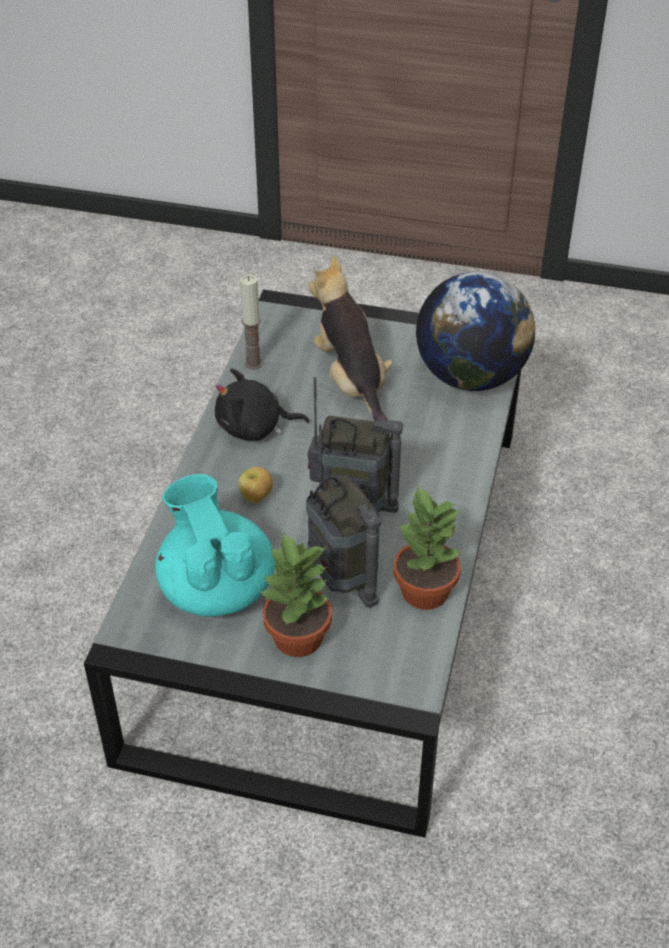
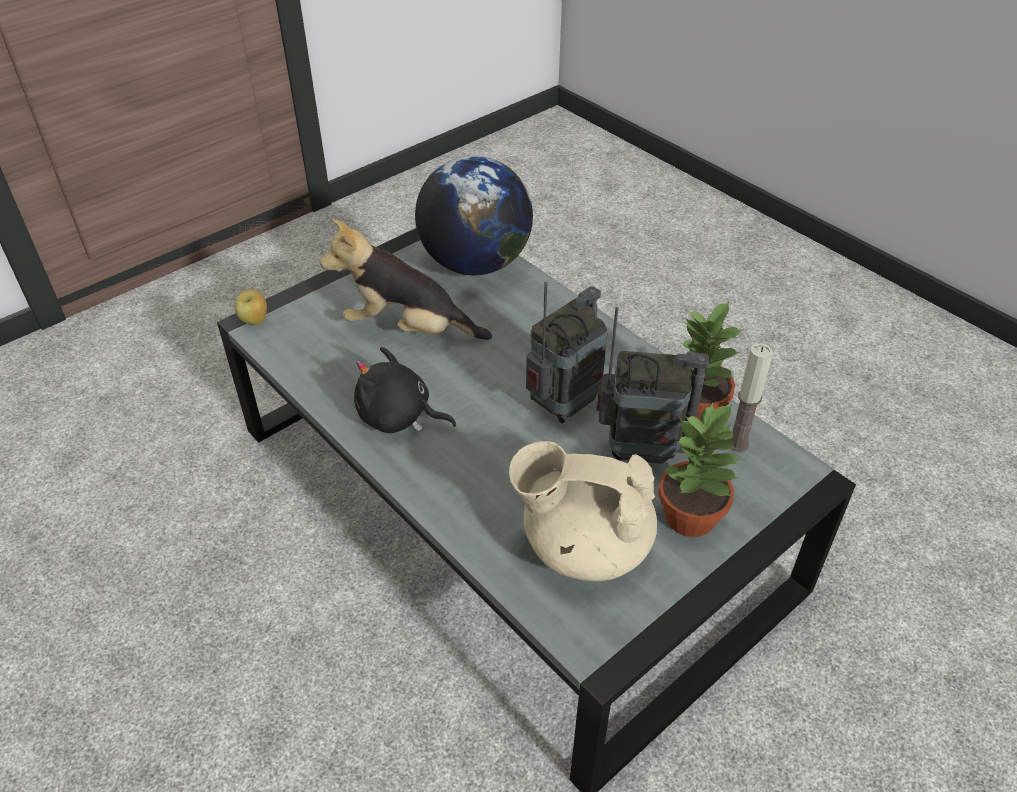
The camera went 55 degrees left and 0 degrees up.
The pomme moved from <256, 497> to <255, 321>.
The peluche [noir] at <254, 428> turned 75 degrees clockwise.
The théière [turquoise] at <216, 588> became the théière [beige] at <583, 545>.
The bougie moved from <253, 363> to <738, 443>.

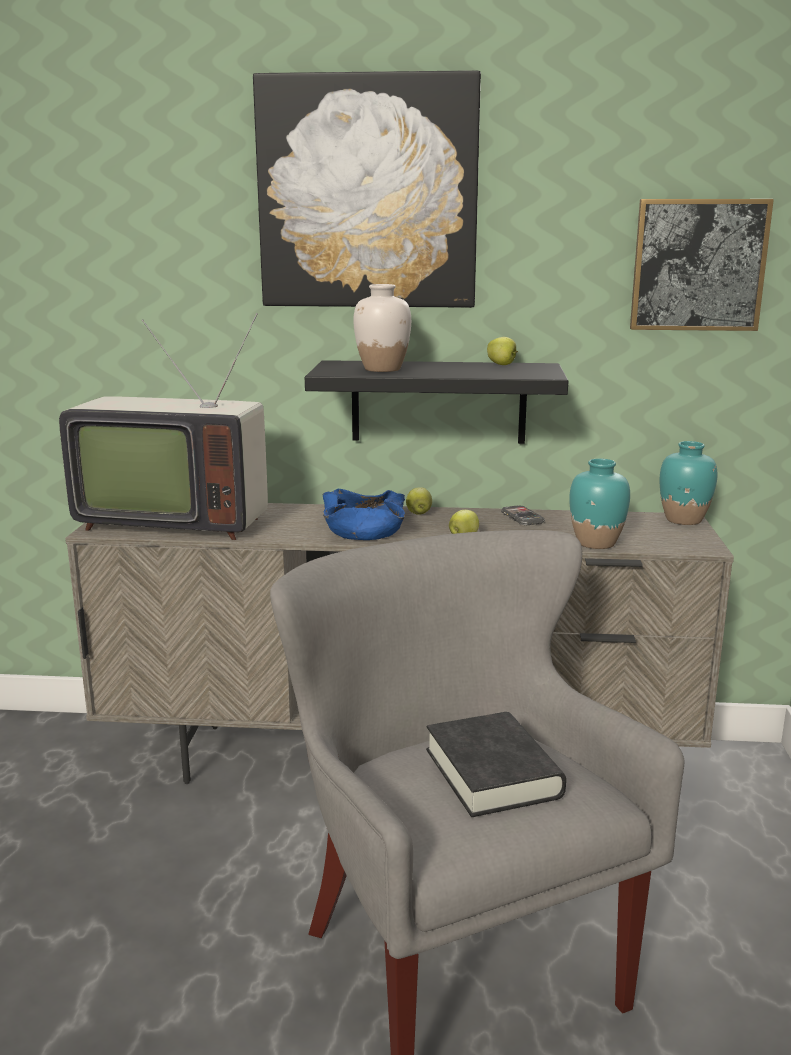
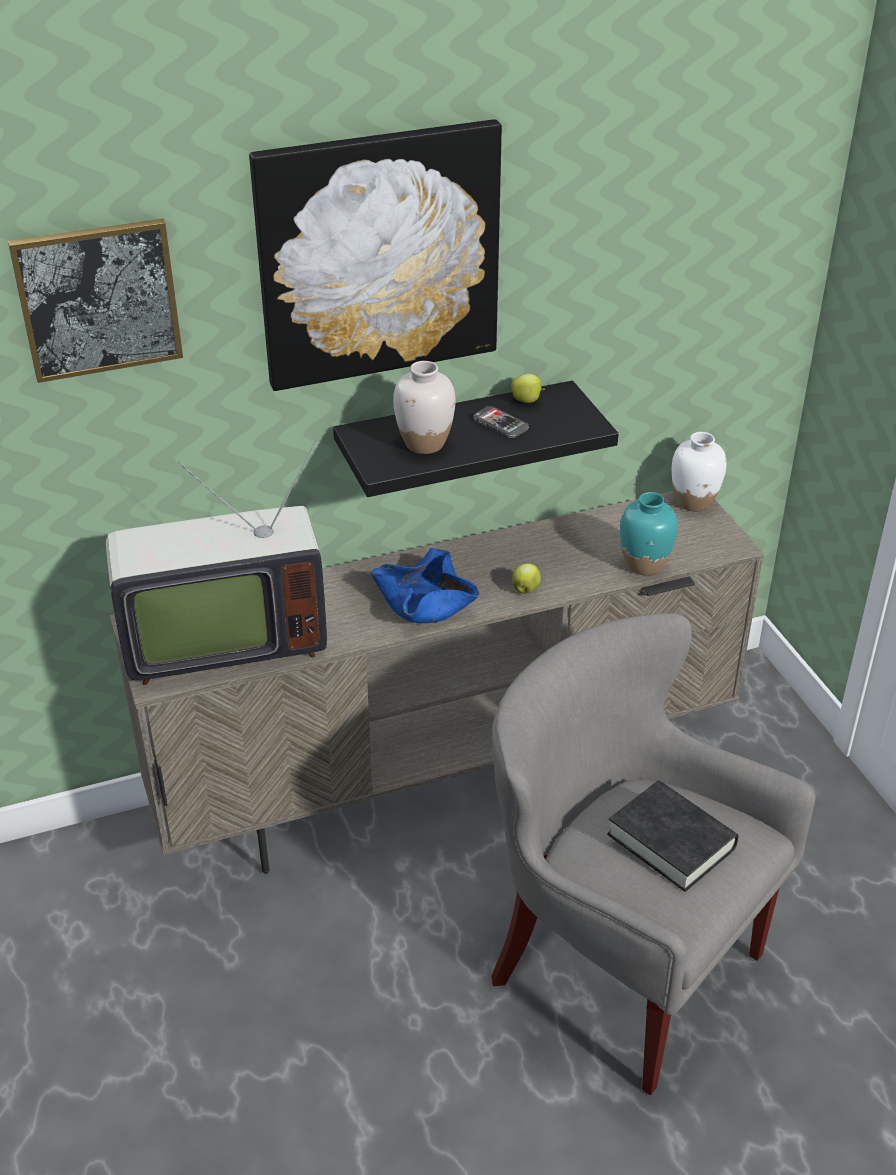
The camera went 25 degrees left and 20 degrees up.
The tableau moved from <698, 265> to <98, 299>.
The téléphone moved from <522, 517> to <500, 424>.
The vase [turquoise] at <684, 520> became the vase [blanc] at <694, 502>.
The pomme at <419, 513> disappeared.

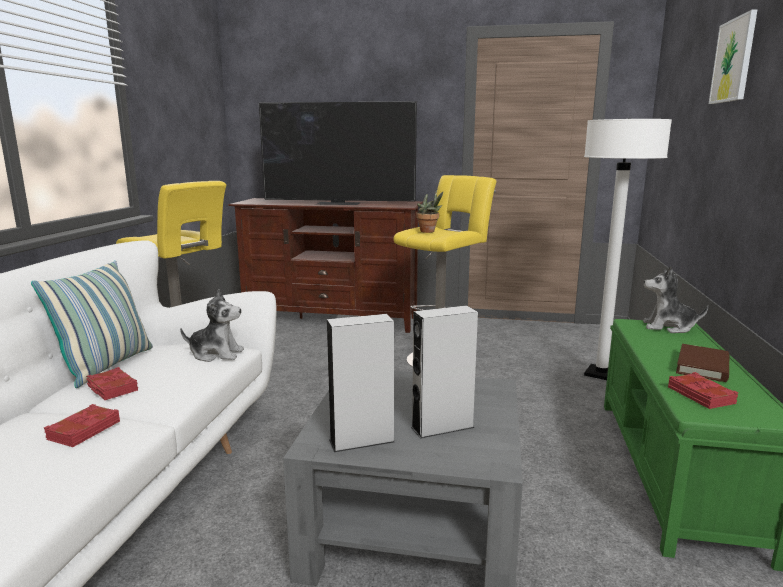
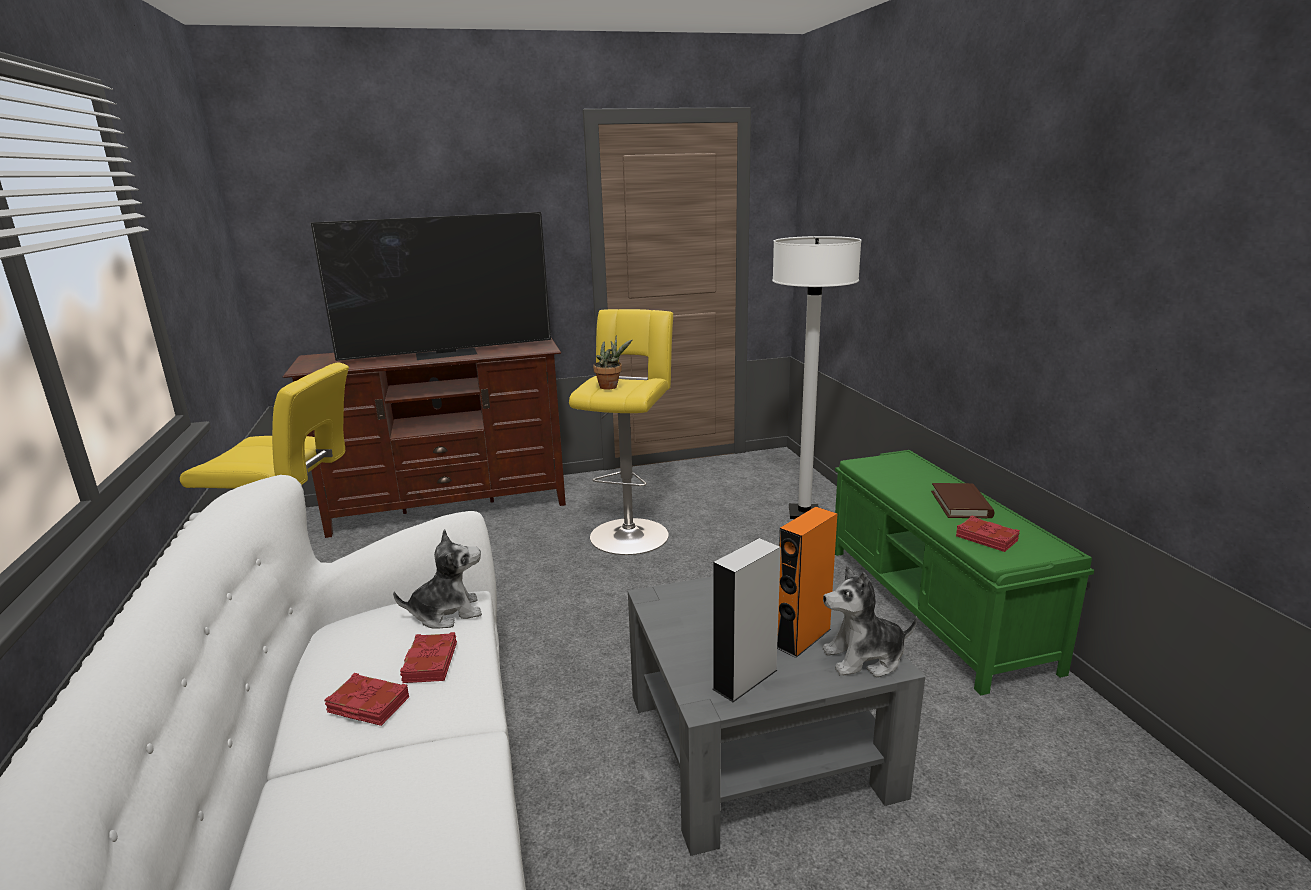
The camera went 25 degrees left and 5 degrees up.
The livre [rouge] moved from <83, 430> to <429, 663>.
The enceinte [gris] at <442, 427> became the enceinte [orange] at <803, 638>.
The peluche moved from <668, 327> to <864, 658>.
The coussin at <107, 366> disappeared.
The tableau at <733, 60> disappeared.

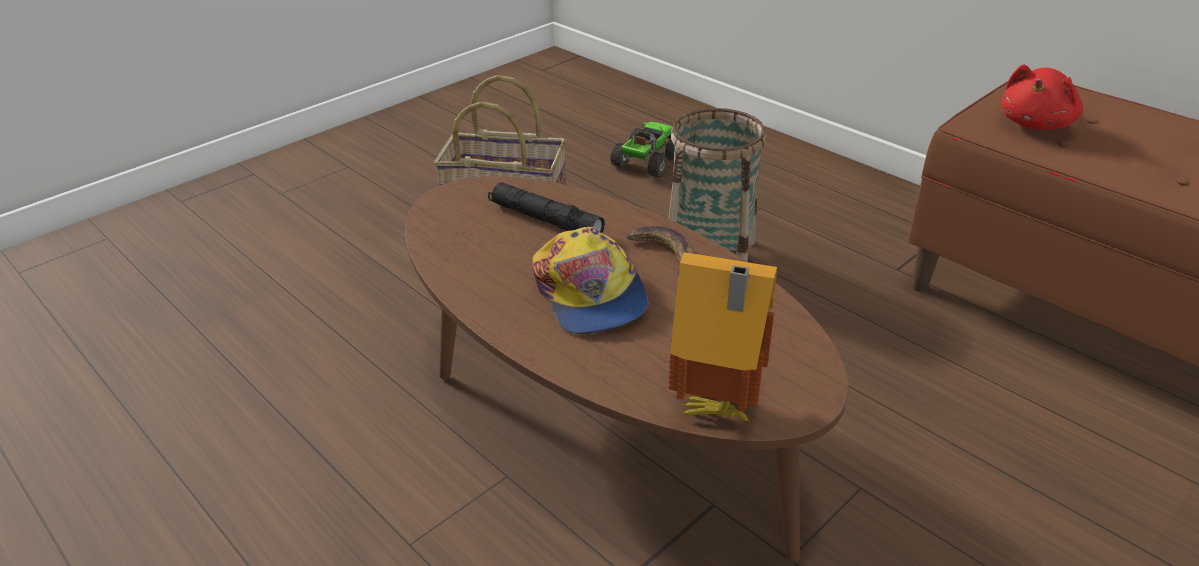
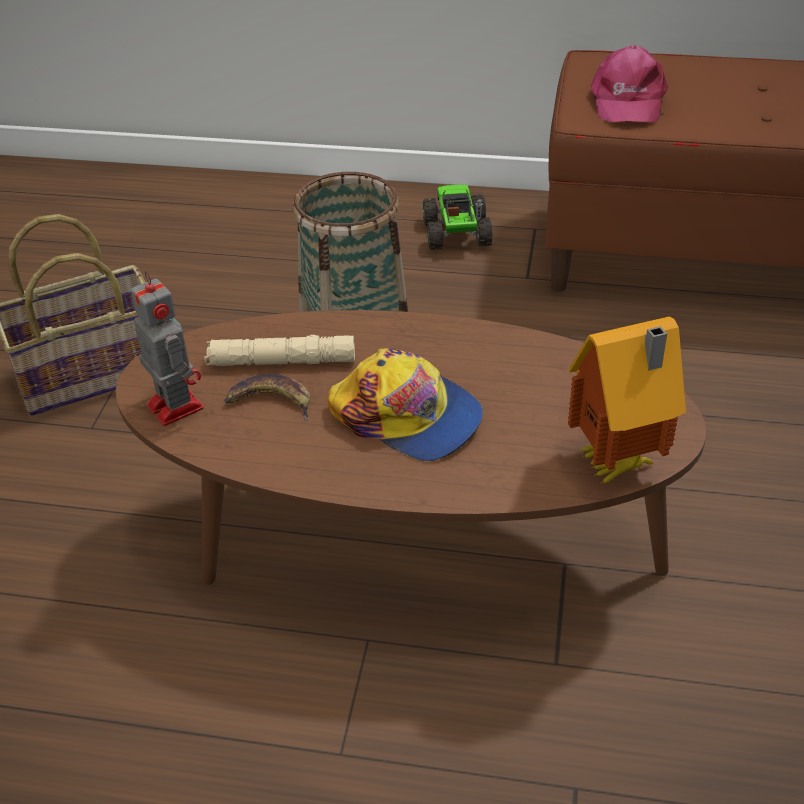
The camera went 35 degrees left and 5 degrees up.
The robot jouet at <174, 405> appeared.
The lampe de poche [noir] at <545, 220> became the lampe de poche [beige] at <281, 361>.
The banane moved from <662, 252> to <270, 402>.
The camion jouet moved from <646, 163> to <456, 234>.
The peluche [rouge] at <1036, 124> was replaced by the casquette [rose] at <627, 100>.

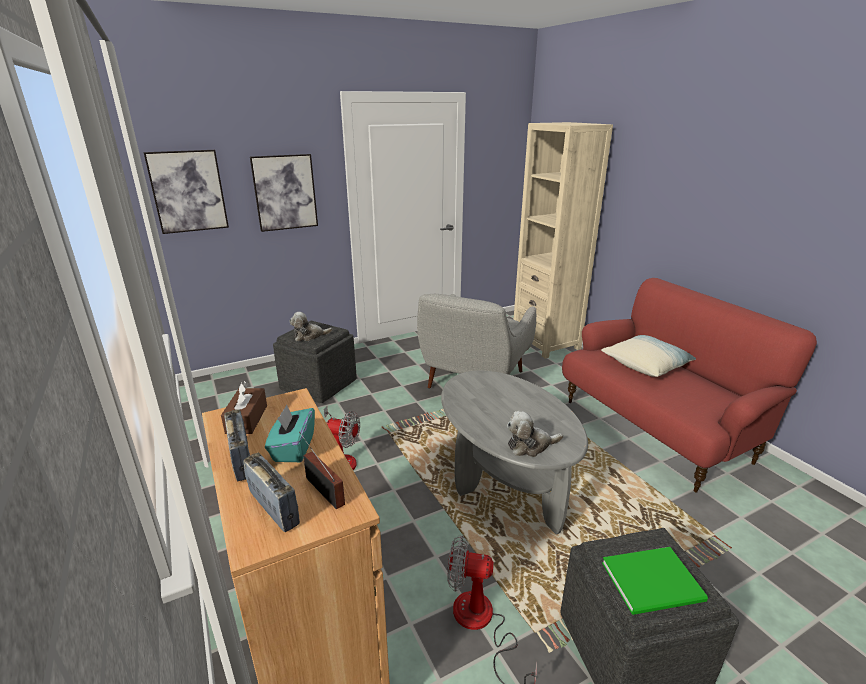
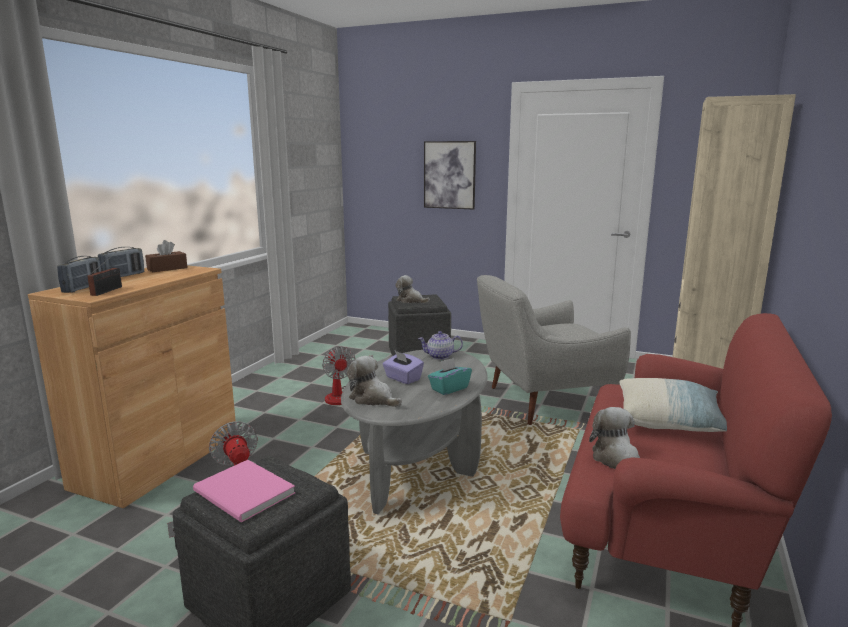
The camera went 50 degrees right and 10 degrees down.
The livre [vert] at <655, 583> became the livre [rose] at <244, 494>.
The boîte à mouchoirs [violet] at <402, 378> appeared.
The théière at <440, 356> appeared.
The boîte à mouchoirs [turquoise] moved from <293, 448> to <449, 388>.
The peluche at <617, 460> appeared.
The tableau at <188, 191> disappeared.

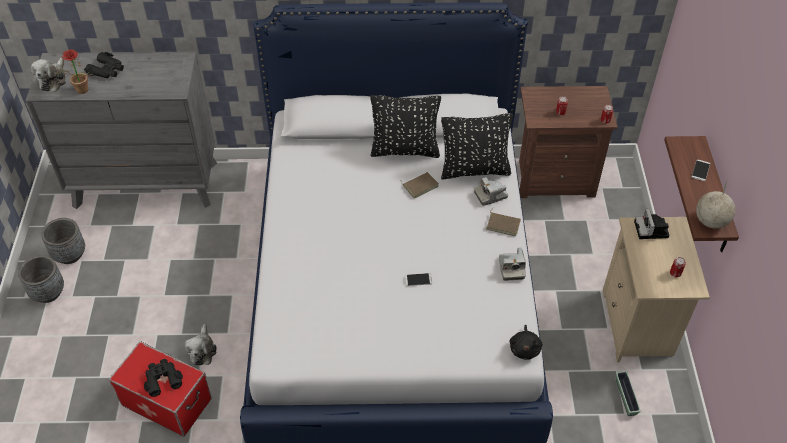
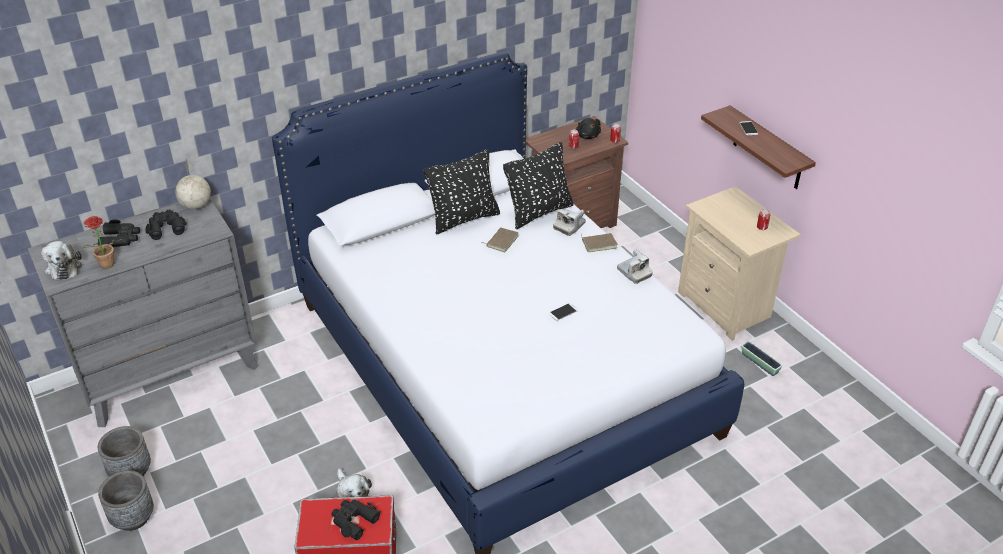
The camera went 30 degrees left and 10 degrees down.
The jumelles [noir] at <166, 227> appeared.
The globe moved from <711, 221> to <196, 205>.
The peluche [noir] moved from <525, 348> to <587, 135>.
The appareil photo at <652, 230> disappeared.

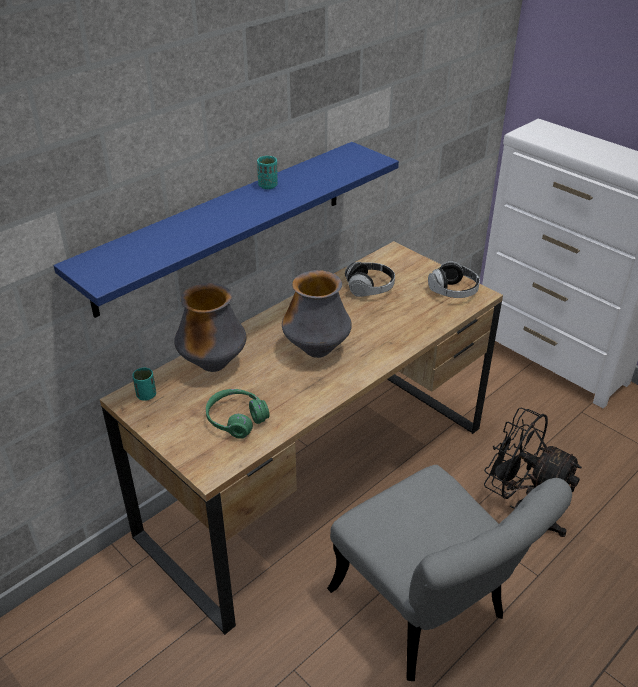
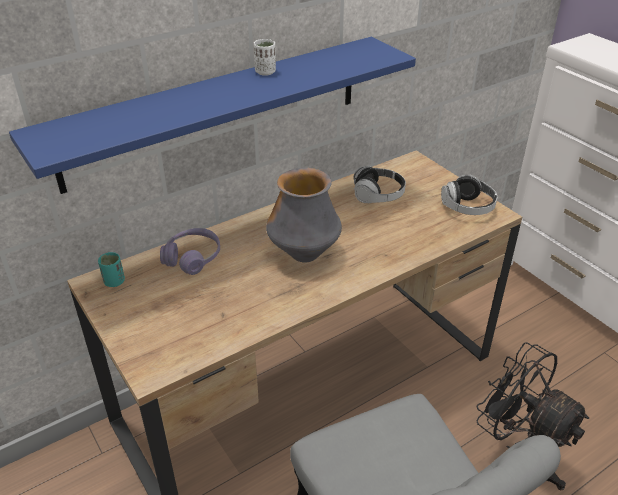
The camera went 10 degrees right and 0 degrees up.
The vase at <213, 365> was replaced by the casque audio [violet] at <192, 258>.
The tasse [turquoise] at <268, 186> became the tasse [blanc] at <265, 72>.
The casque audio [vert] at <236, 419> disappeared.

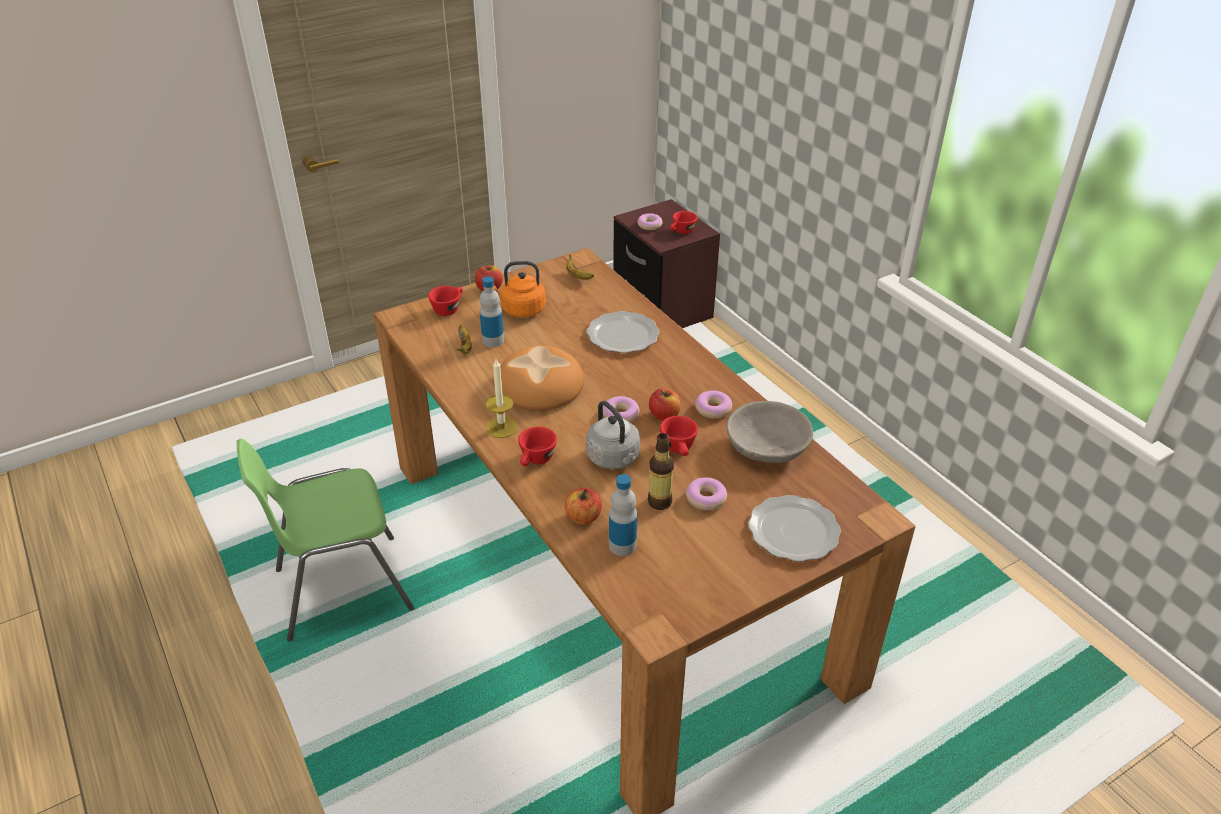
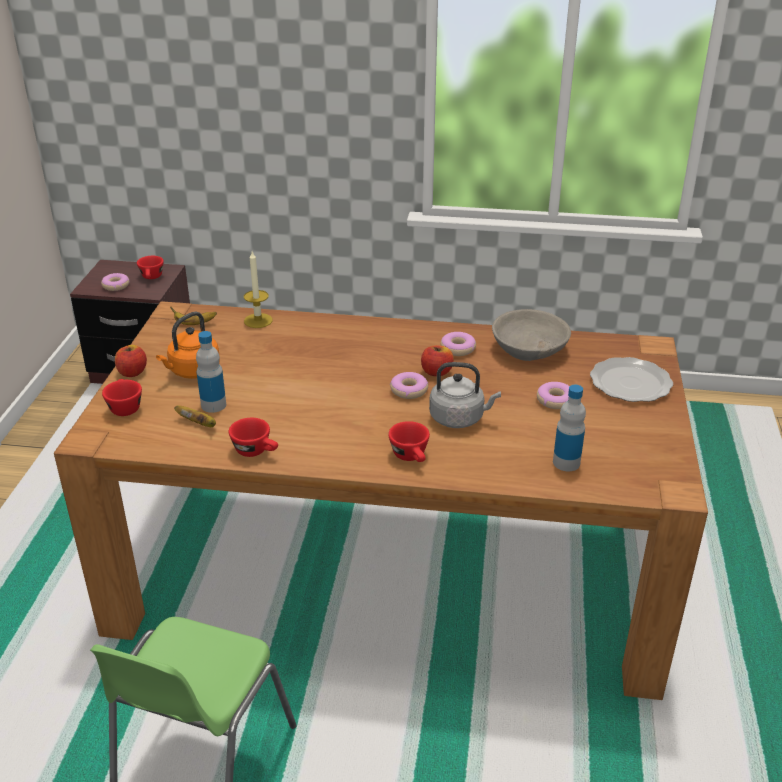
The camera went 50 degrees left and 5 degrees down.
The tasse [rouge] moved from <679, 449> to <256, 451>.
The bougie moved from <501, 427> to <258, 320>.
The pain at <539, 386> disappeared.
The pomme at <583, 517> disappeared.
The assiette at <623, 335> disappeared.
The bouteille at <659, 502> disappeared.

